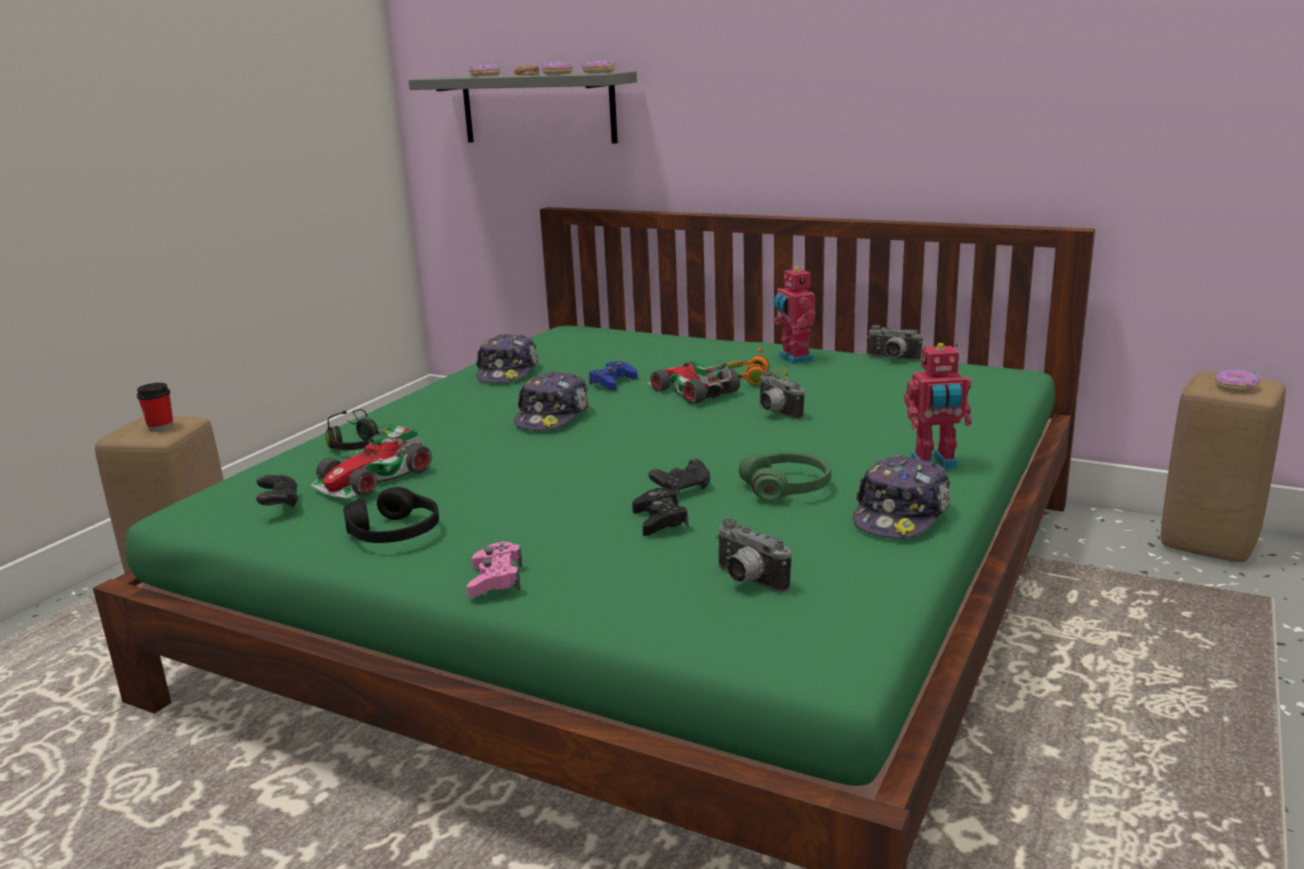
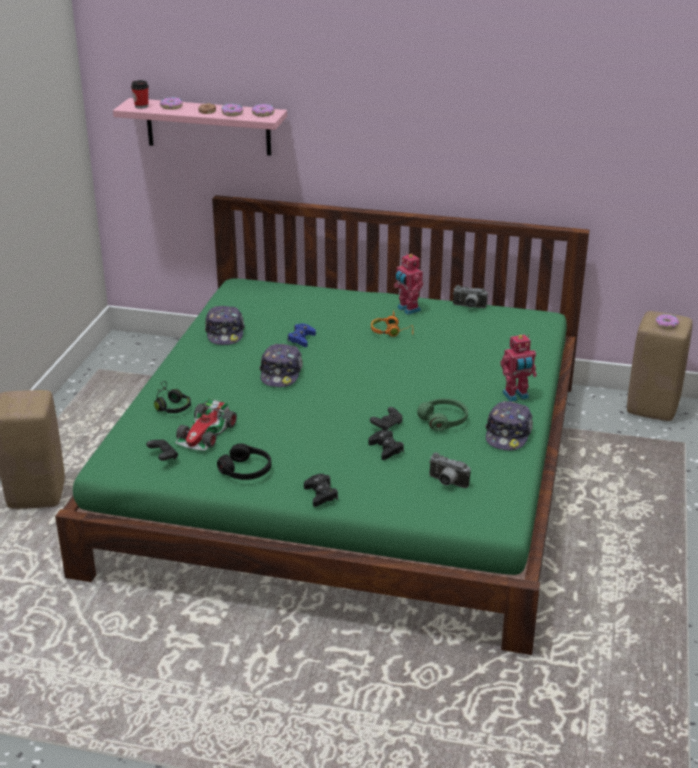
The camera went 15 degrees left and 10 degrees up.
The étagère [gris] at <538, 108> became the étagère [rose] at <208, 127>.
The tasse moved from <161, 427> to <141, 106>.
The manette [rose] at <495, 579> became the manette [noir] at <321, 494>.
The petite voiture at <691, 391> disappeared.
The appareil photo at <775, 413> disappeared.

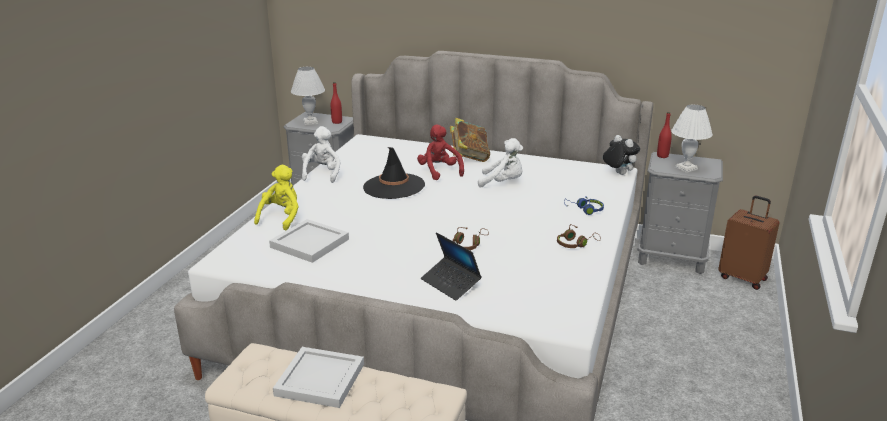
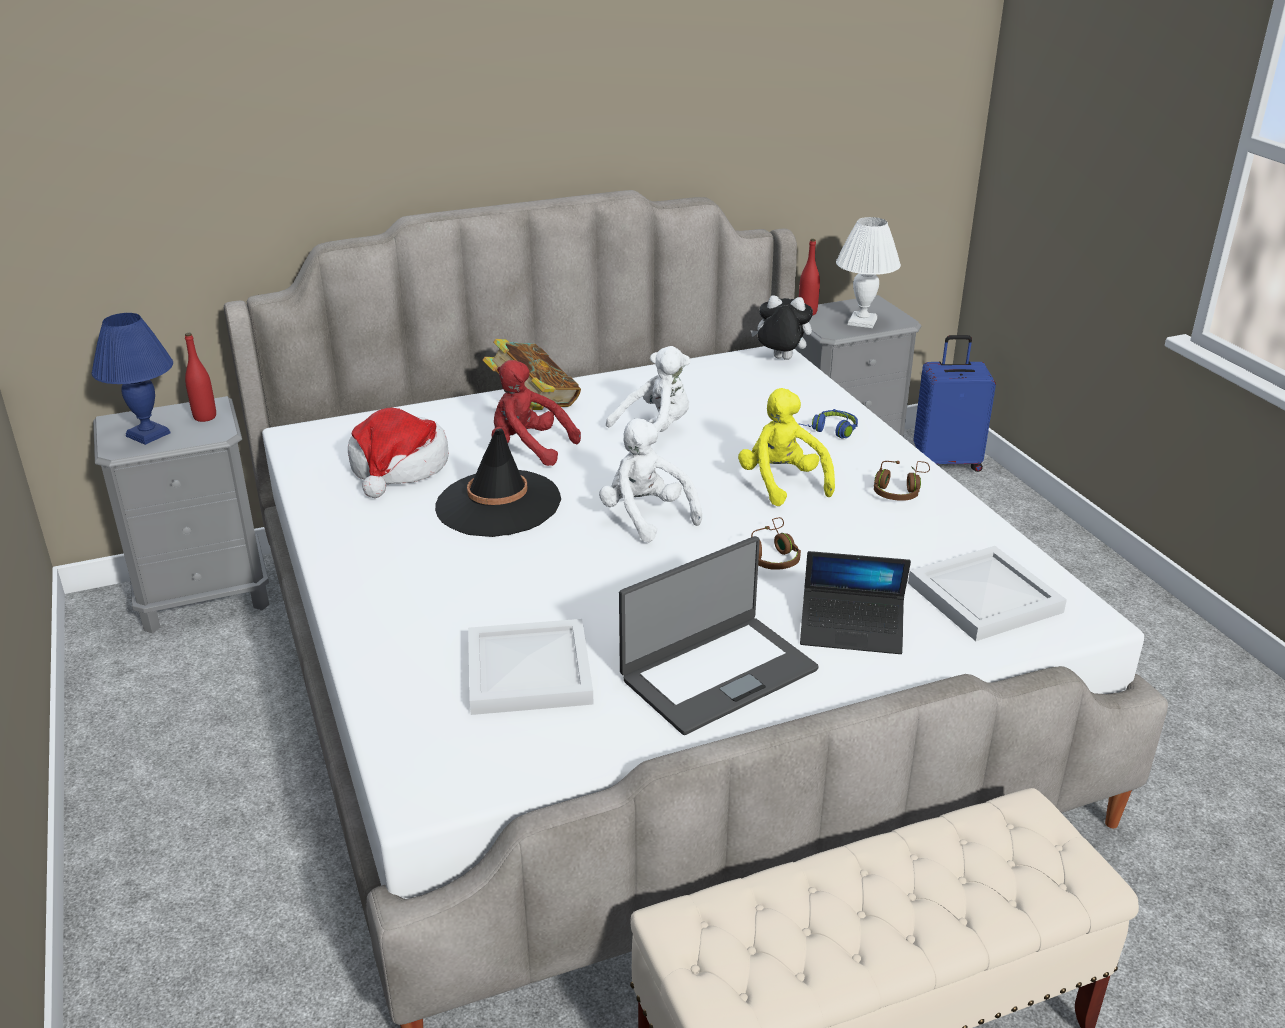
The camera went 40 degrees left and 5 degrees up.
The lampe de table [blanc] at <311, 122> became the lampe de table [bleu] at <148, 434>.
The chapeau at <398, 467> appeared.
The peluche [blanc] moved from <322, 174> to <646, 516>.
The ordinateur portable at <717, 673> appeared.
The peluche [jaune] moved from <281, 217> to <782, 483>.
The plateau [blanc] moved from <321, 379> to <984, 596>.
The valise [marron] at <743, 278> became the valise [bleu] at <946, 462>.

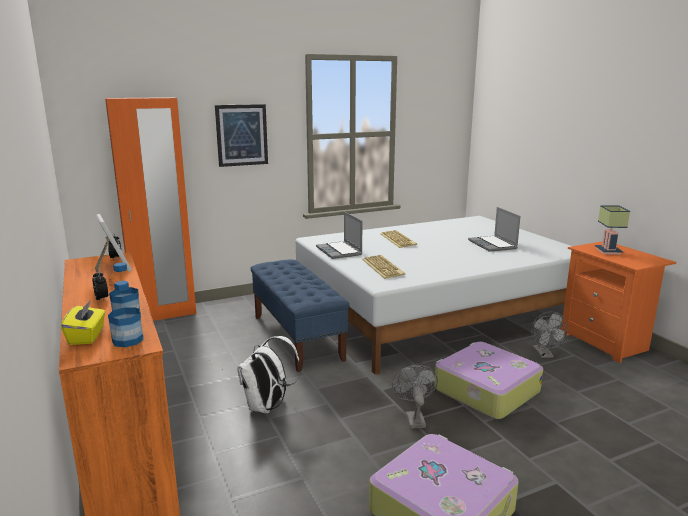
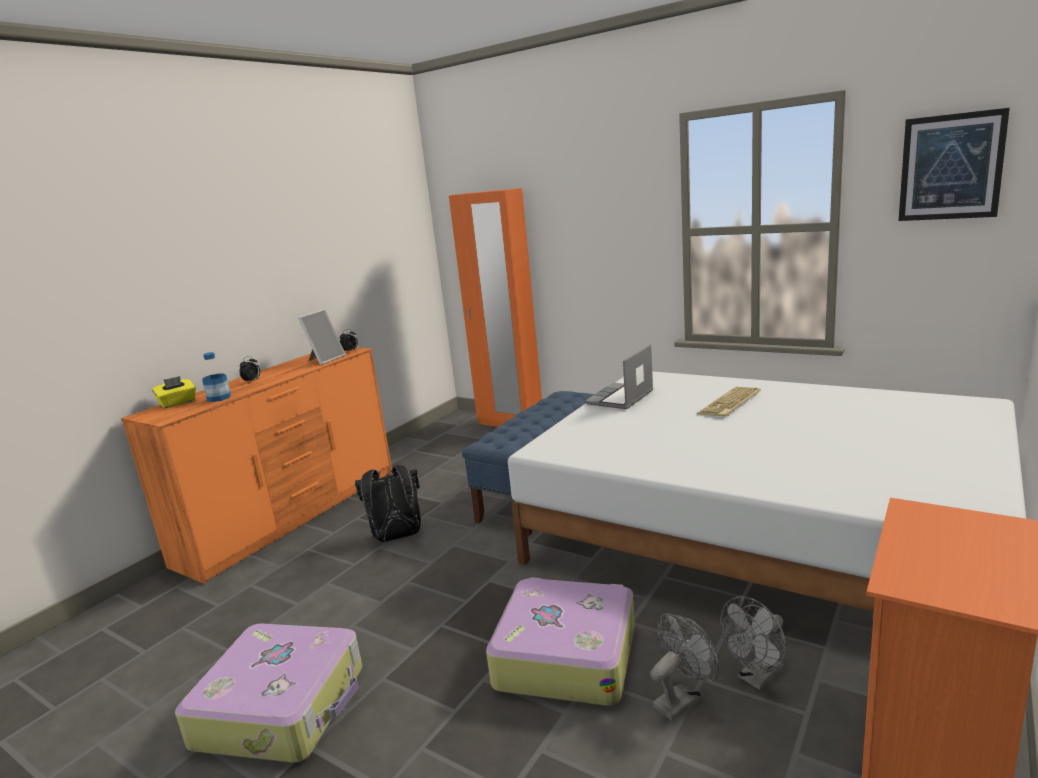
The camera went 60 degrees right and 0 degrees up.
The sac à dos [blanc] at <267, 407> became the sac à dos [noir] at <396, 537>.
The ventilateur [gris] moved from <414, 418> to <681, 699>.
The tableau moved from <241, 135> to <951, 167>.
The bouteille at <128, 340> disappeared.
The clavier at <384, 267> disappeared.
The ordinateur portable at <493, 245> disappeared.
The lampe de table at <606, 251> disappeared.

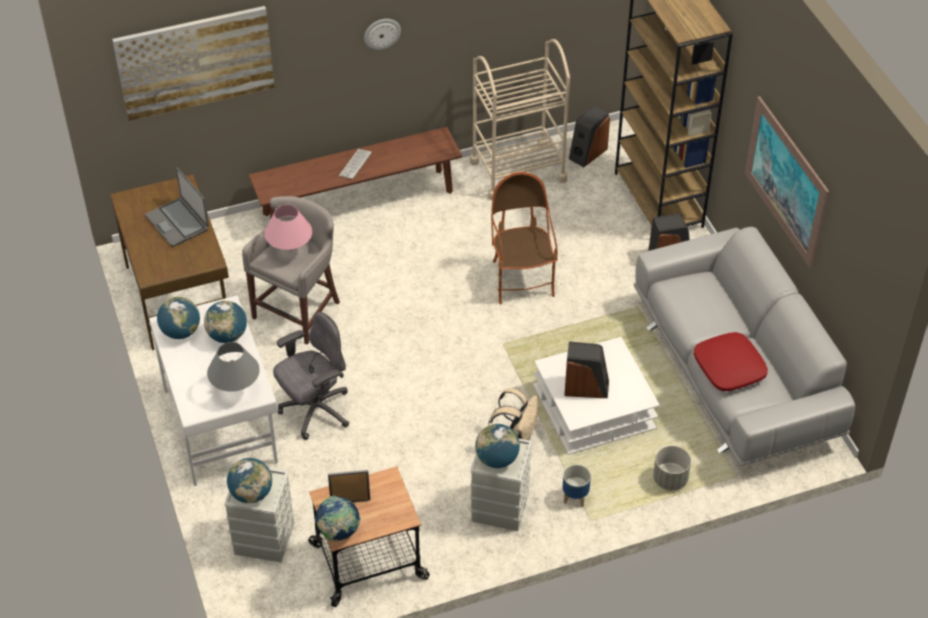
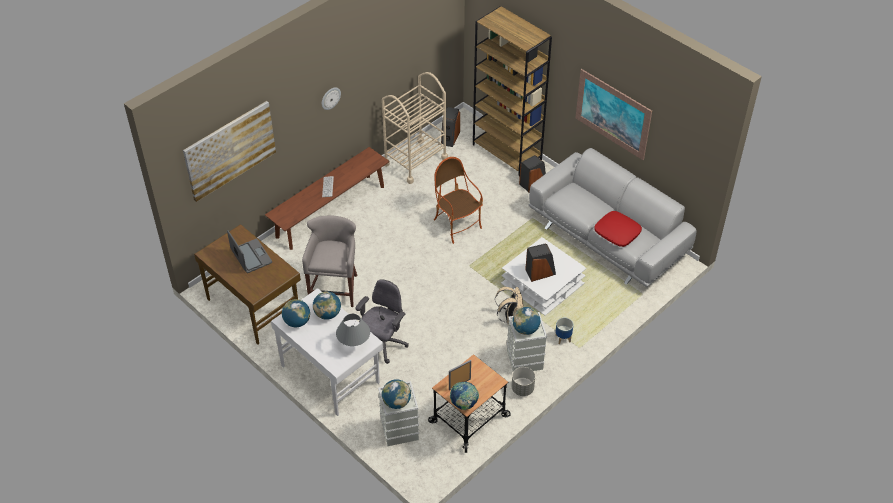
The camera went 25 degrees left and 0 degrees up.
The ordinateur portable at <178, 222> turned 150 degrees counterclockwise.
The cache-pot [gris] moved from <670, 480> to <522, 389>.
The lampe de table [rose] at <290, 250> disappeared.

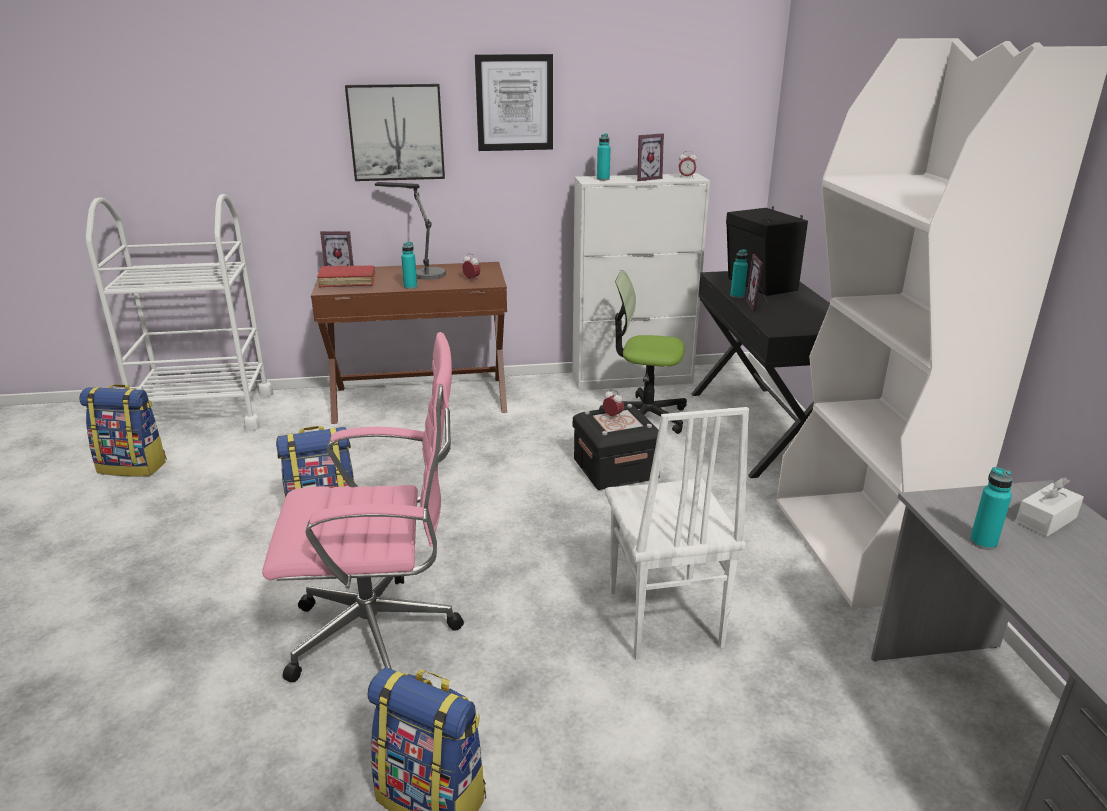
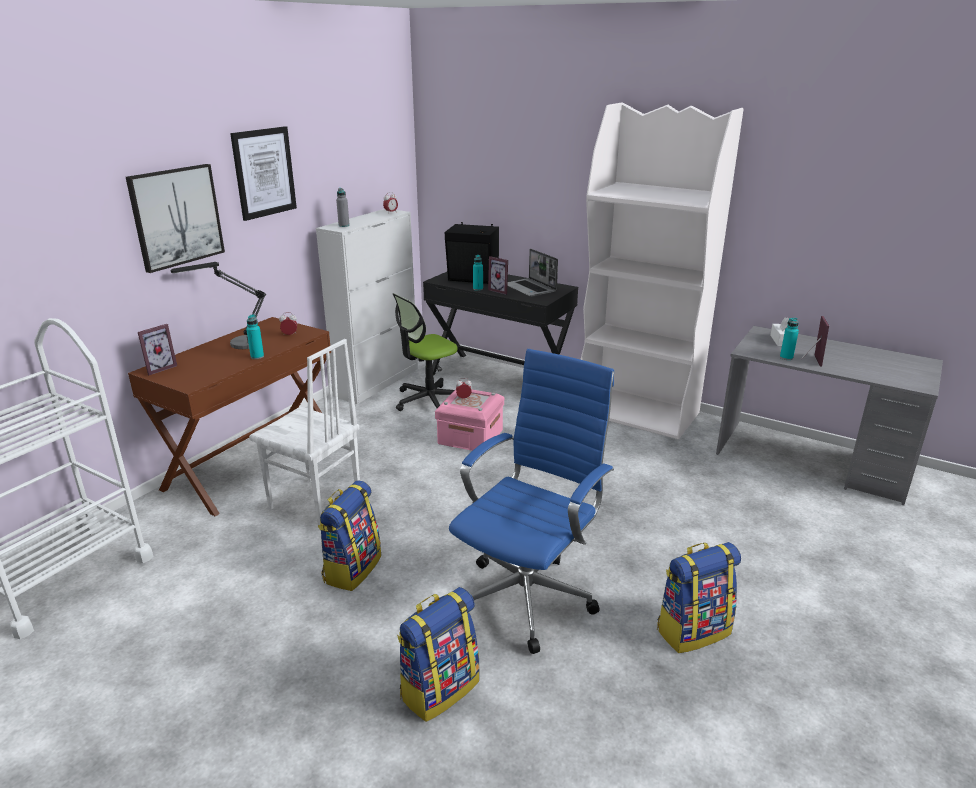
The camera went 50 degrees left and 0 degrees up.
The chaise [blanc] moved from <662, 619> to <314, 504>.
The bouteille [turquoise] at <603, 179> became the bouteille [gris] at <344, 225>.
The sac à dos moved from <134, 466> to <439, 688>.
The boîte de rangement [noir] at <615, 469> became the boîte de rangement [rose] at <470, 437>.
The chaise de bureau [rose] at <381, 635> became the chaise de bureau [bleu] at <529, 595>.
The ordinateur portable at <530, 289> appeared.
The cadre photo moved from <645, 178> to <810, 360>.
The livre [rouge] at <347, 282> disappeared.

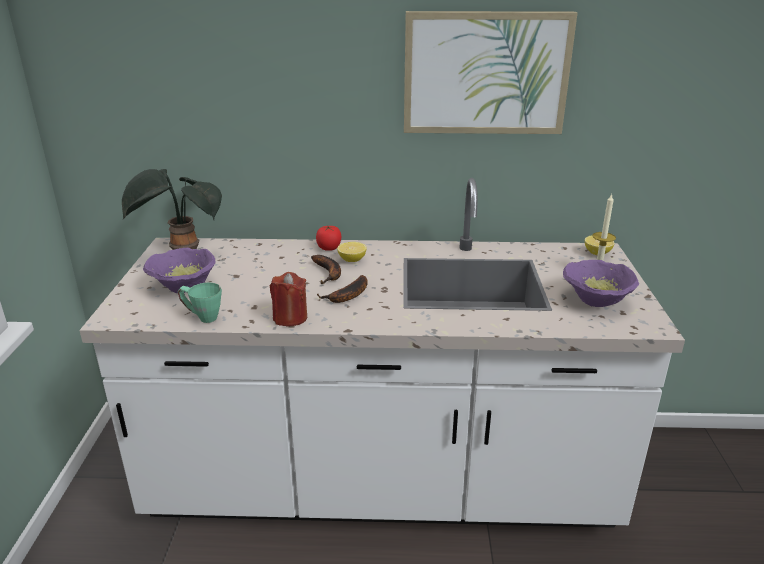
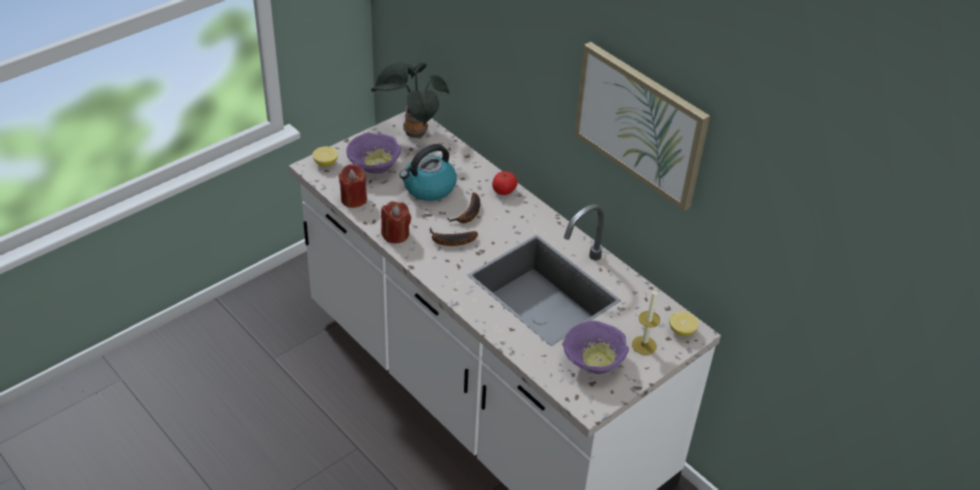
The camera went 45 degrees right and 15 degrees up.
The citron moved from <352, 260> to <325, 163>.
The mug [vert] at <202, 317> was replaced by the bougie [rouge] at <353, 199>.
The bouilloire at <428, 188> appeared.

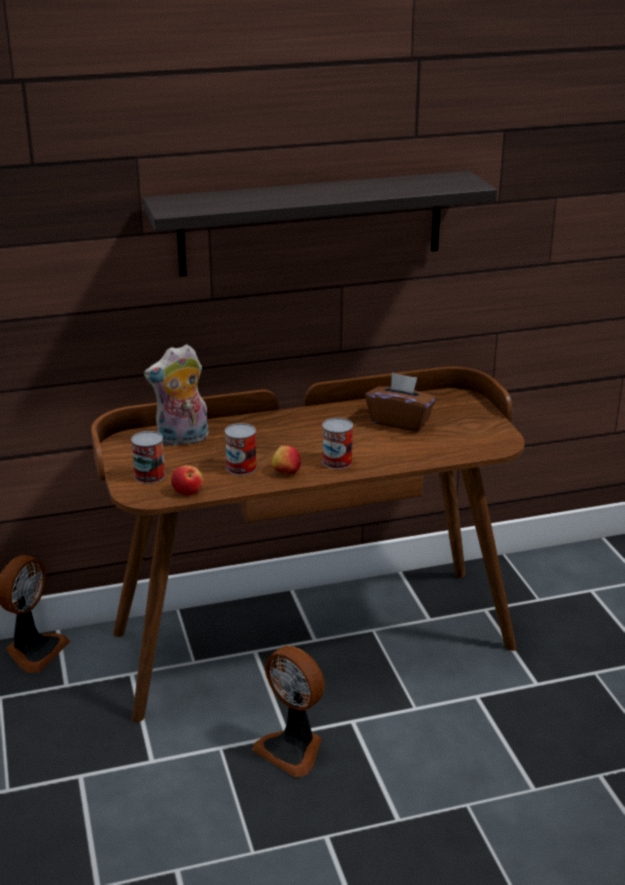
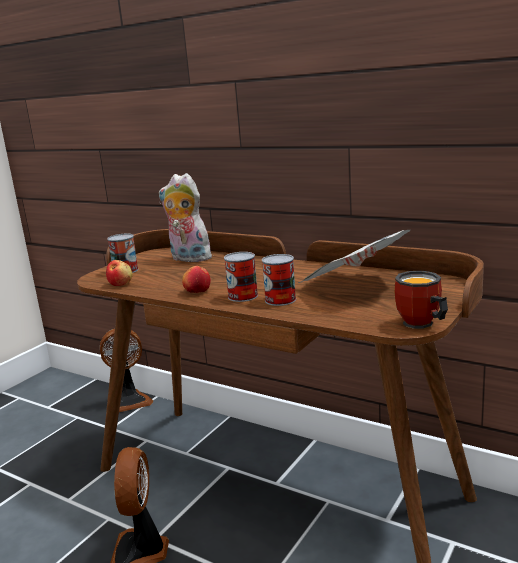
The camera went 50 degrees right and 10 degrees down.
The boîte métallique moved from <241, 467> to <280, 300>.
The boîte à mouchoirs [marron] at <400, 421> was replaced by the journal at <353, 286>.
The mug at <420, 325> appeared.
The étagère at <311, 223> disappeared.

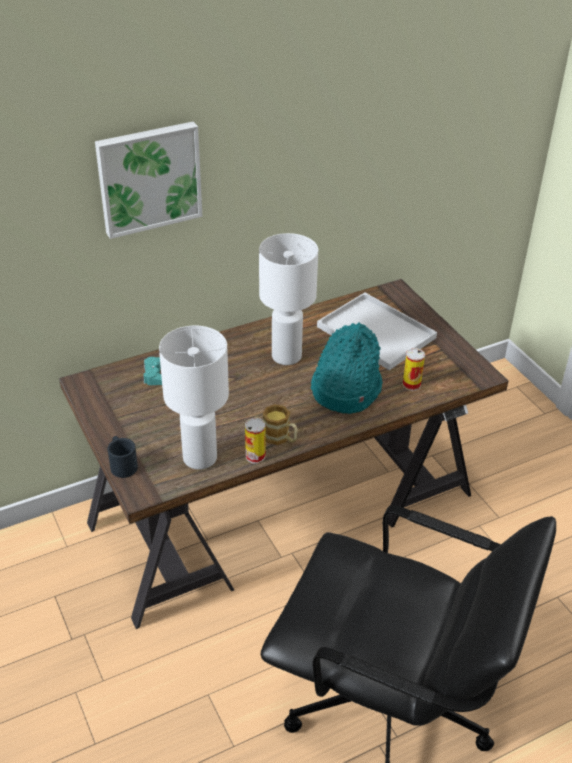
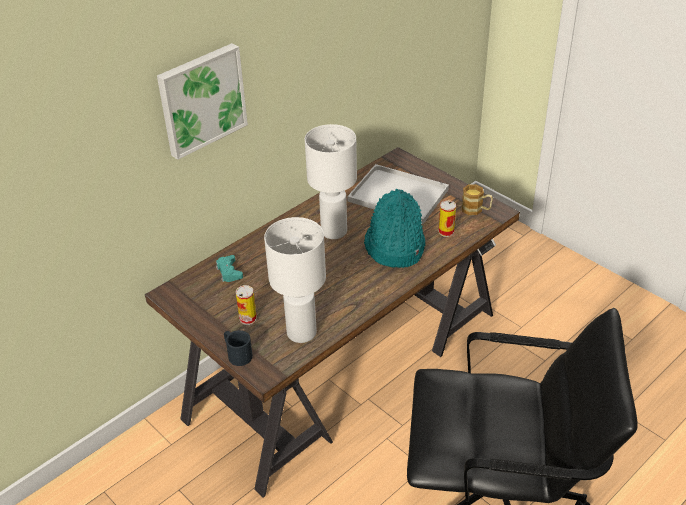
The camera went 15 degrees left and 0 degrees up.
The boîte métallique moved from <255, 456> to <248, 318>.
The mug moved from <280, 438> to <476, 210>.

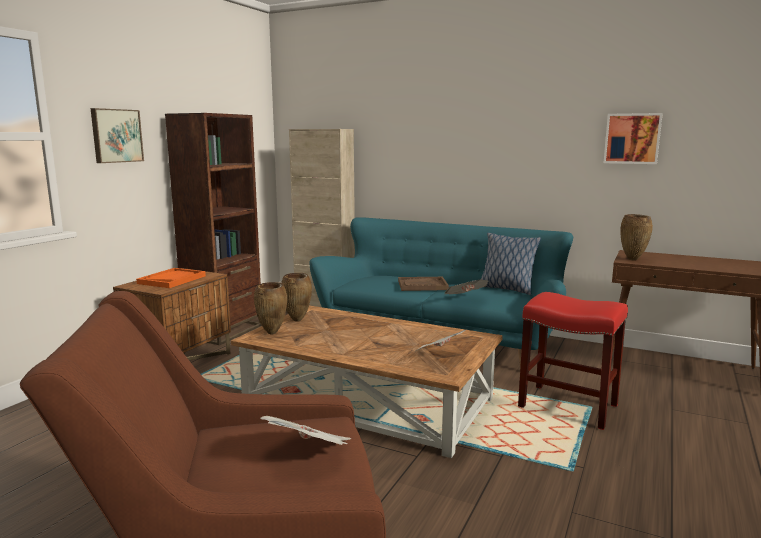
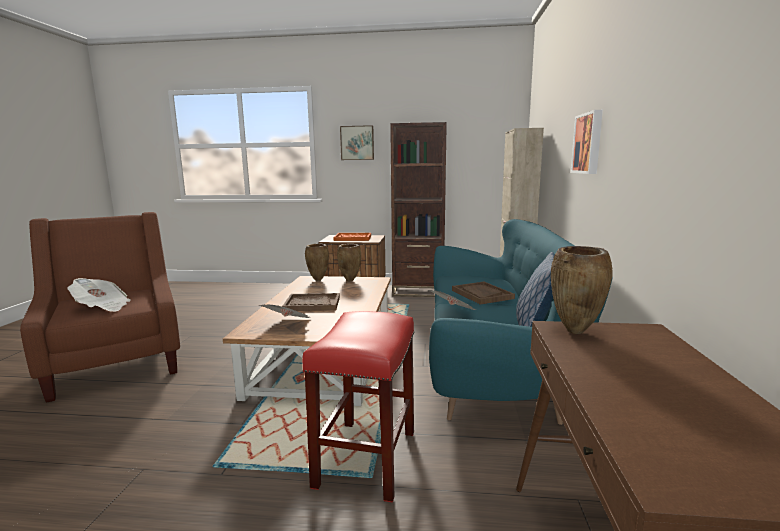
The camera went 70 degrees right and 0 degrees up.
The plateau [marron] at <312, 304> appeared.
The tableau moved from <632, 138> to <589, 143>.

